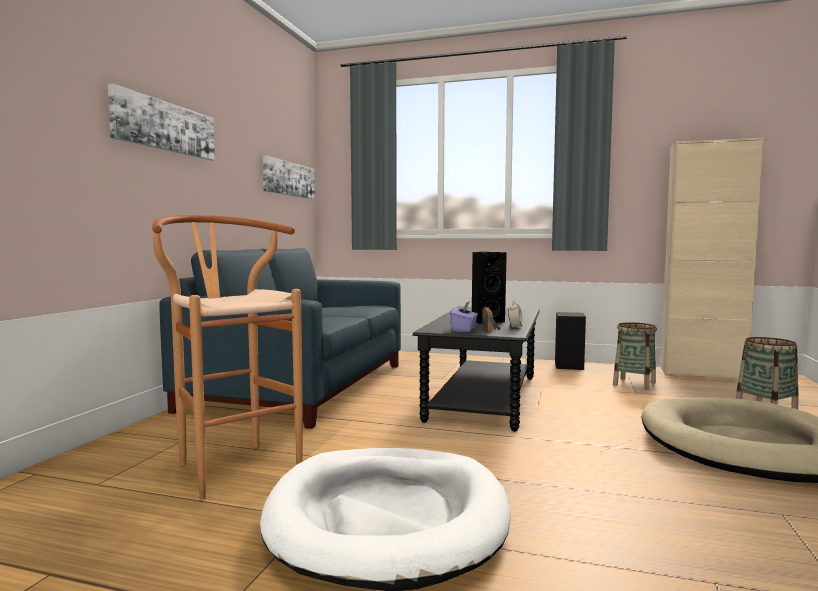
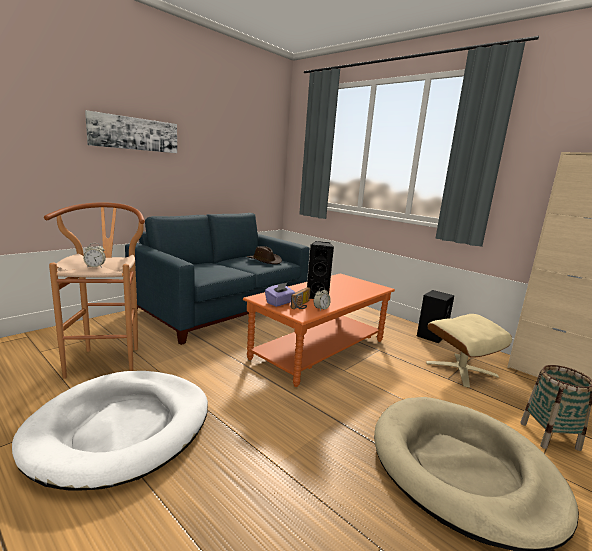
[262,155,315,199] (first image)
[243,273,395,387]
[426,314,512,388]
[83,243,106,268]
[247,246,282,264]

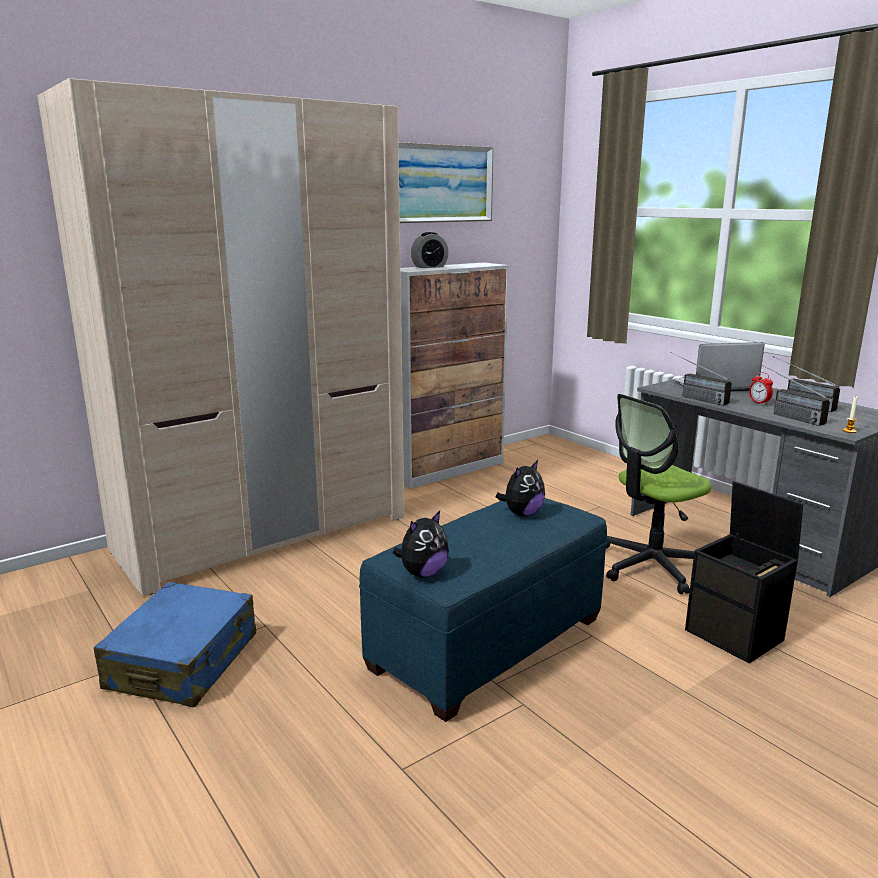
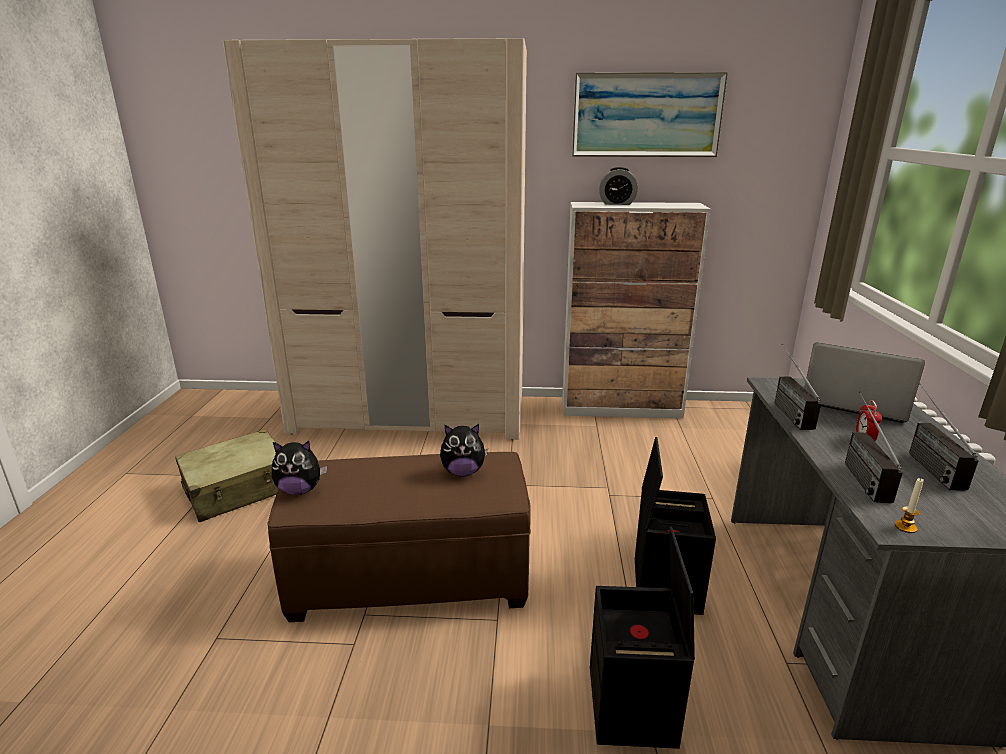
[635,437,716,615]
[267,452,531,622]
[175,429,279,522]

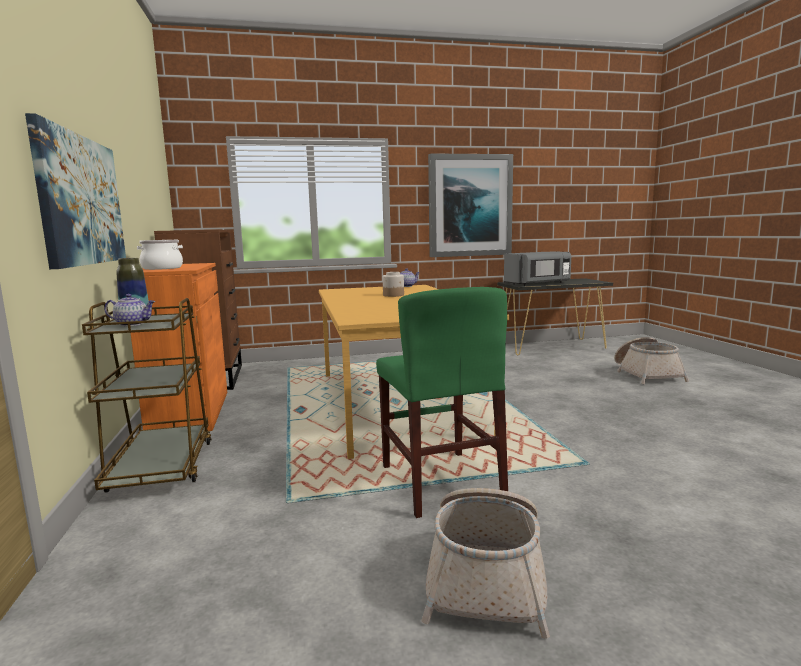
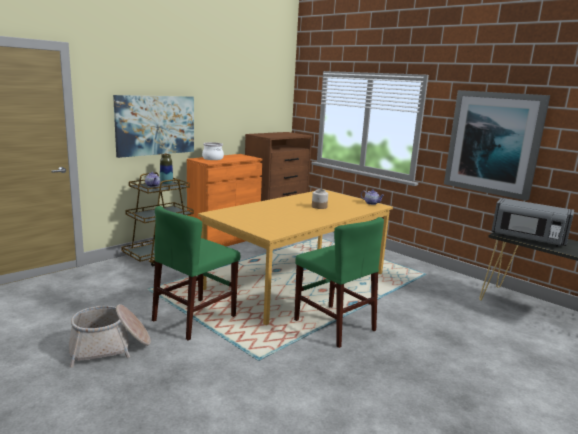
[614,337,689,384] (first image)
[294,217,384,348]

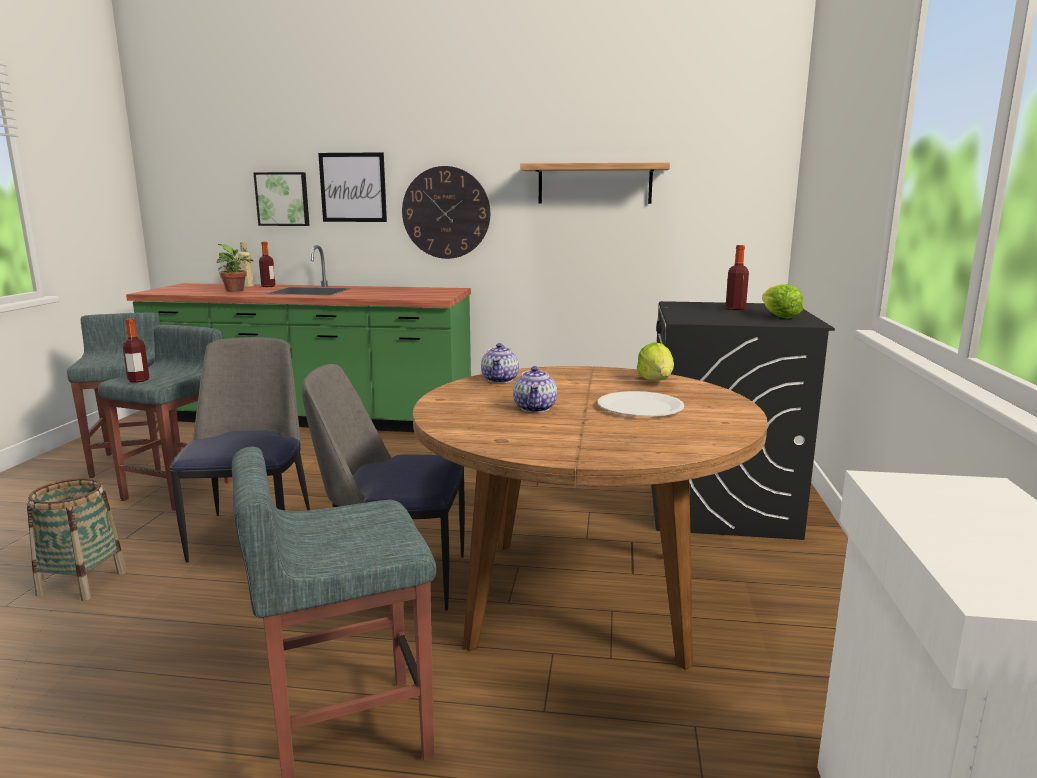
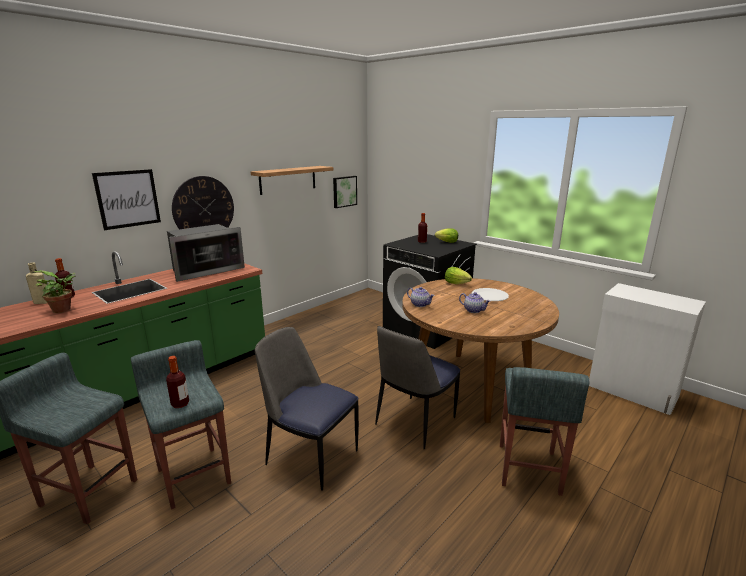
[333,176,357,208]
[27,478,126,601] (first image)
[167,224,245,282]

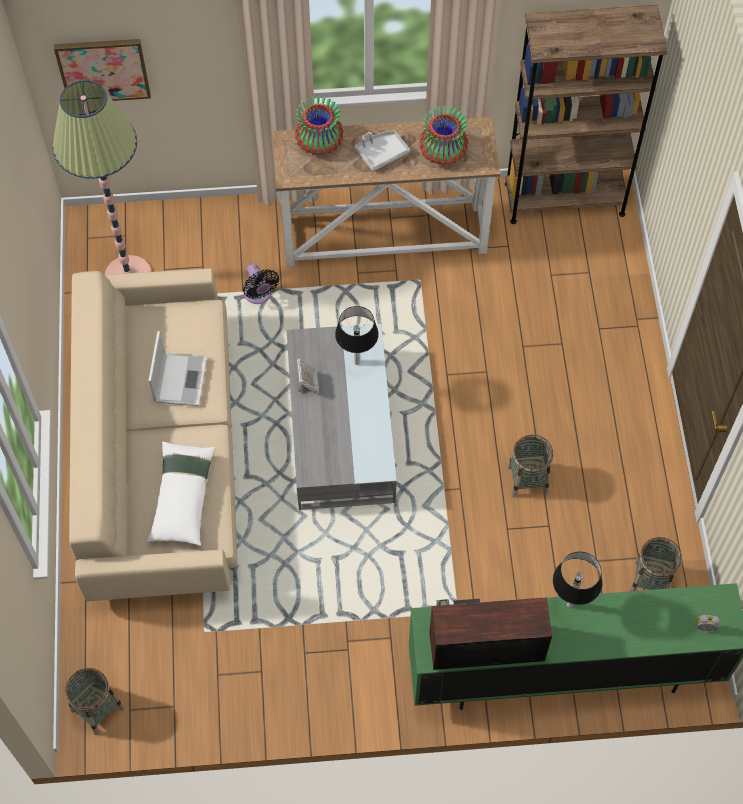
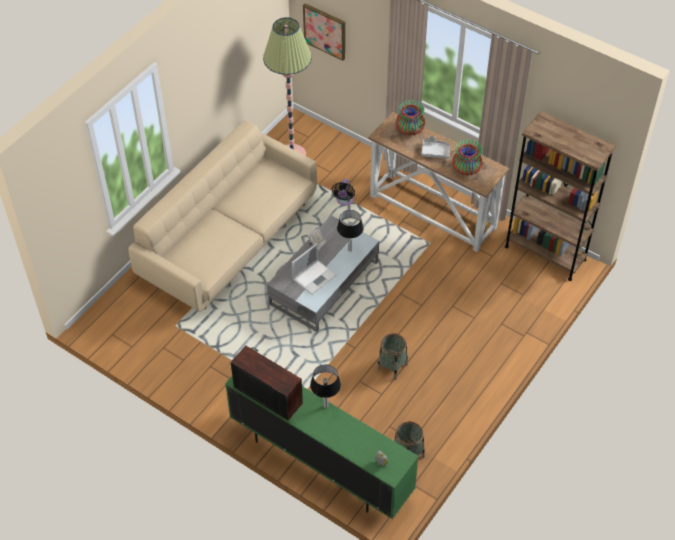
[292,243,336,295]
[146,441,216,546] (first image)
[65,668,124,735] (first image)

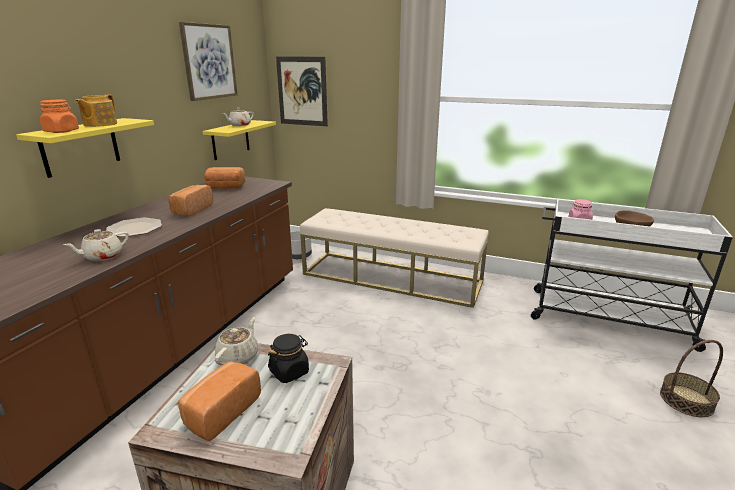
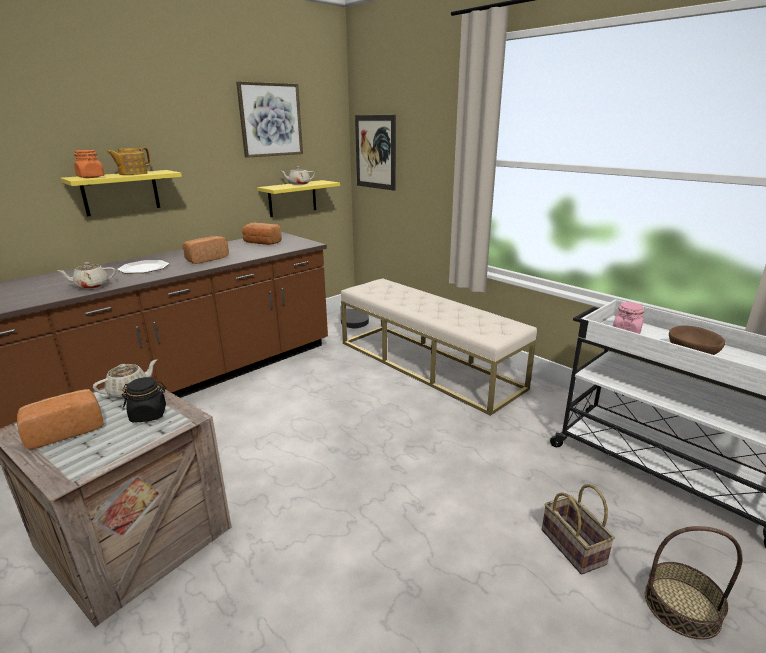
[542,484,615,575]

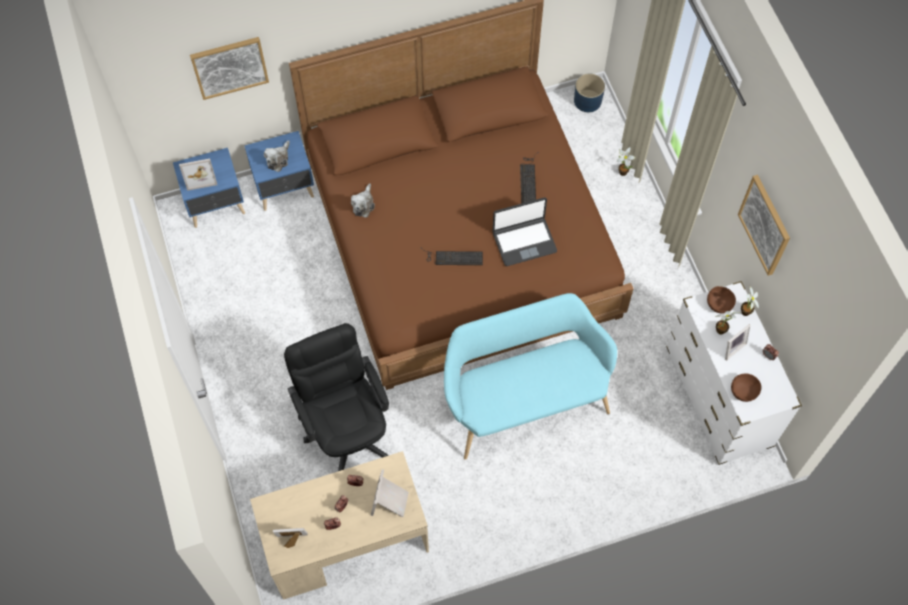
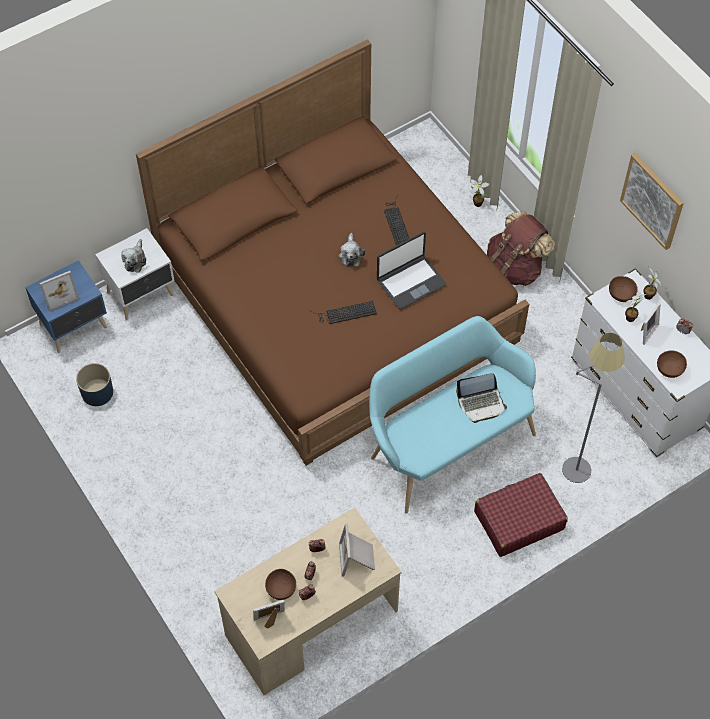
[190,37,269,100] (first image)
[76,363,113,406]
[95,228,175,320]
[338,233,365,267]
[284,323,389,471] (first image)
[487,211,555,286]
[562,333,625,483]
[456,373,507,423]
[474,473,568,557]
[265,569,296,600]

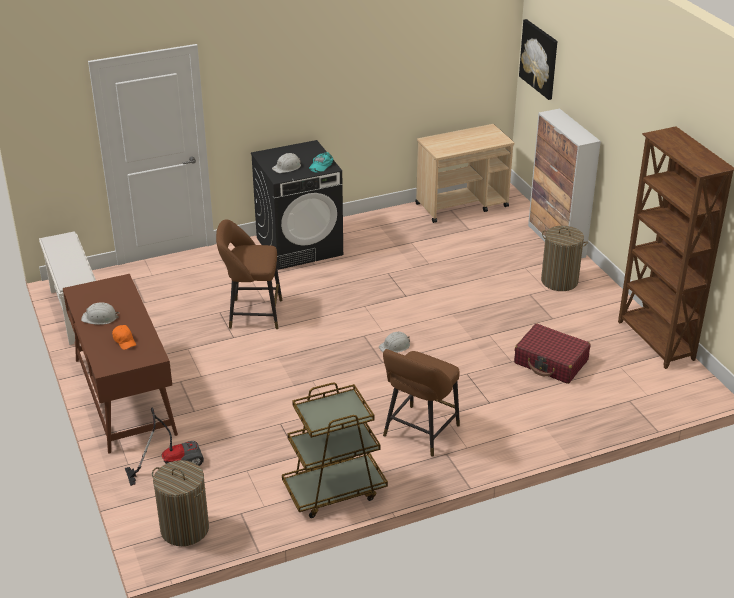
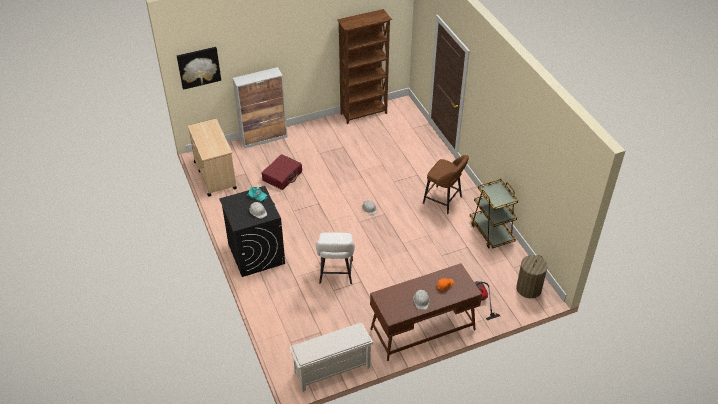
[316,232,355,284]
[541,226,588,291] (first image)
[262,154,302,190]

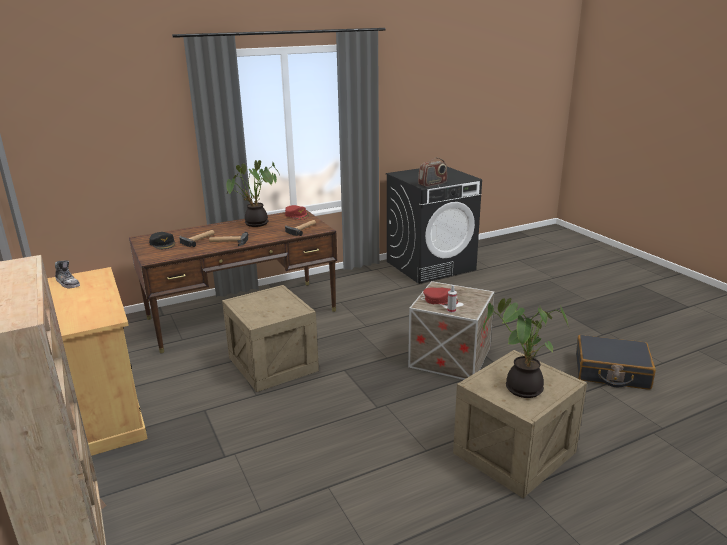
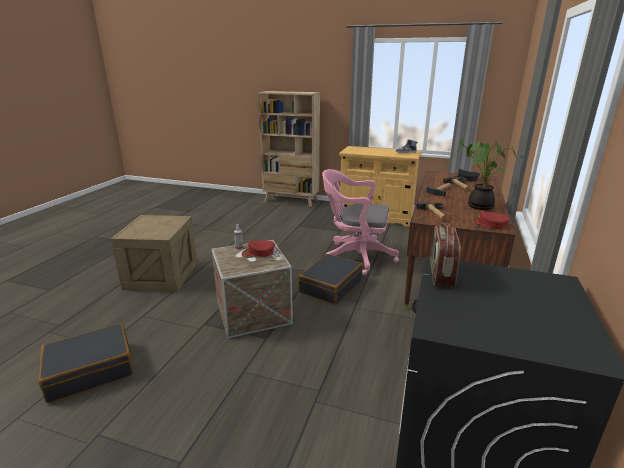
[322,169,399,275]
[483,298,568,398] (first image)
[298,254,363,305]

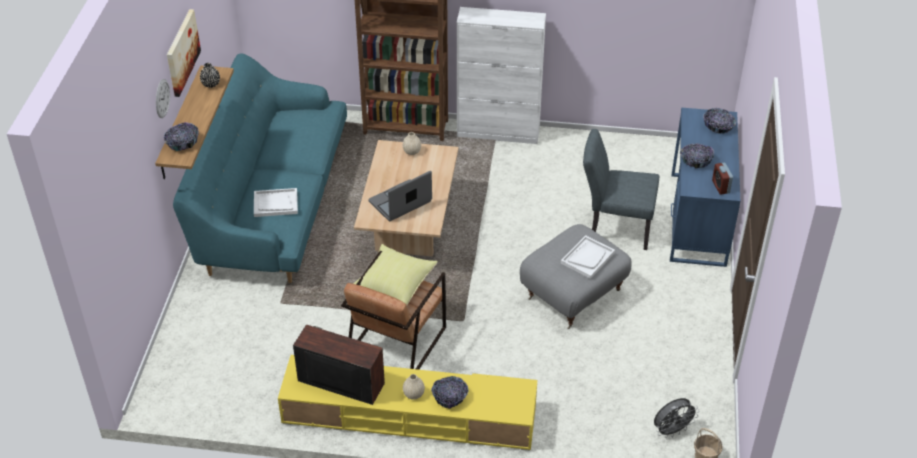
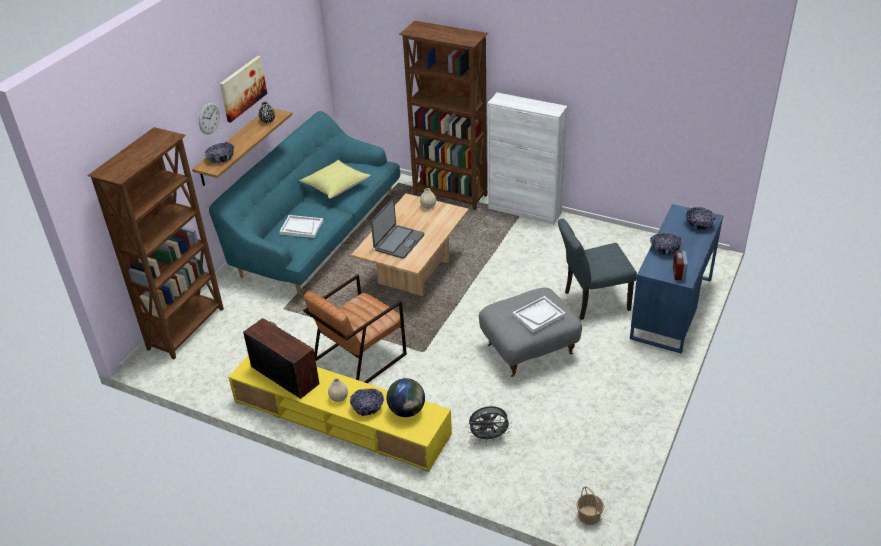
[558,218,637,320]
[371,198,425,259]
[300,160,371,199]
[468,406,512,442]
[87,127,224,359]
[387,378,425,417]

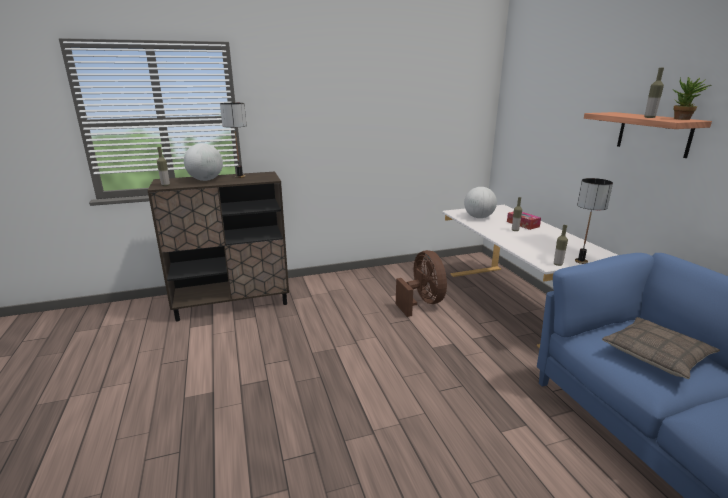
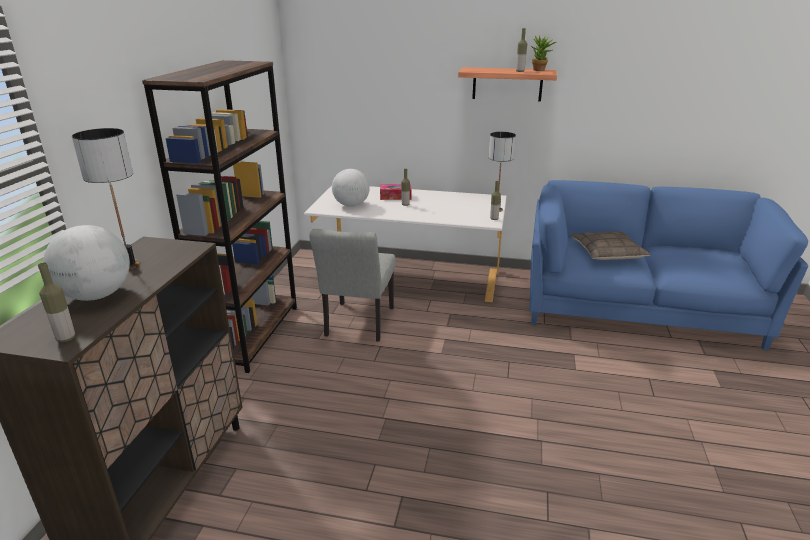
[309,229,396,342]
[142,60,297,373]

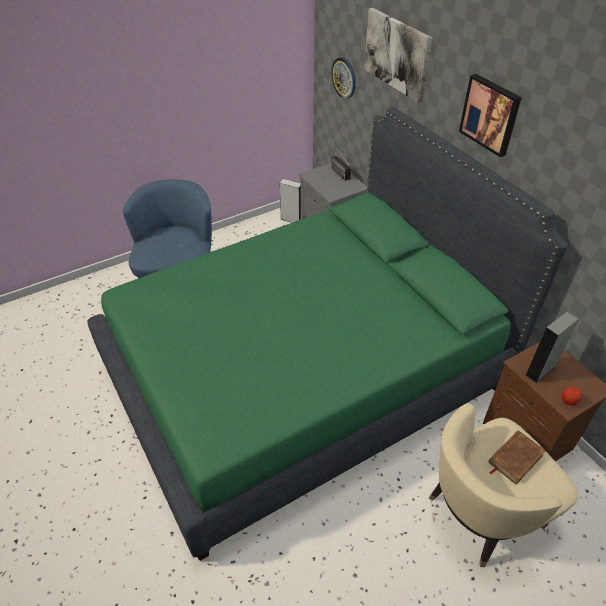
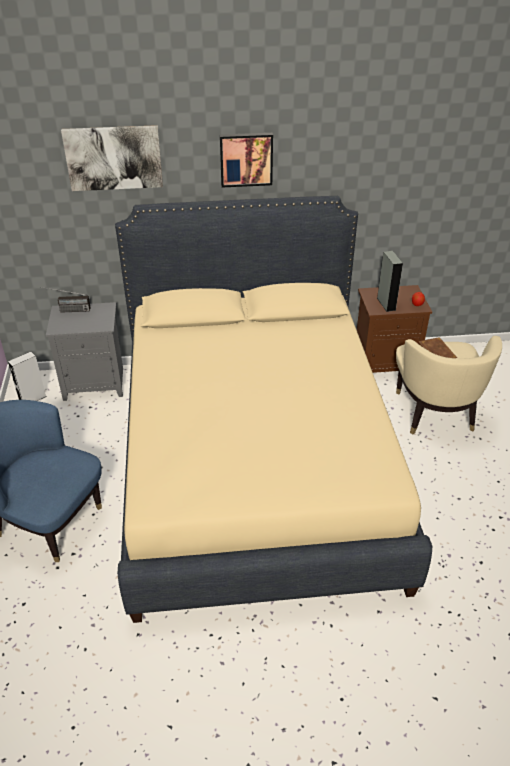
[331,57,356,99] (first image)
[115,196,432,623]

